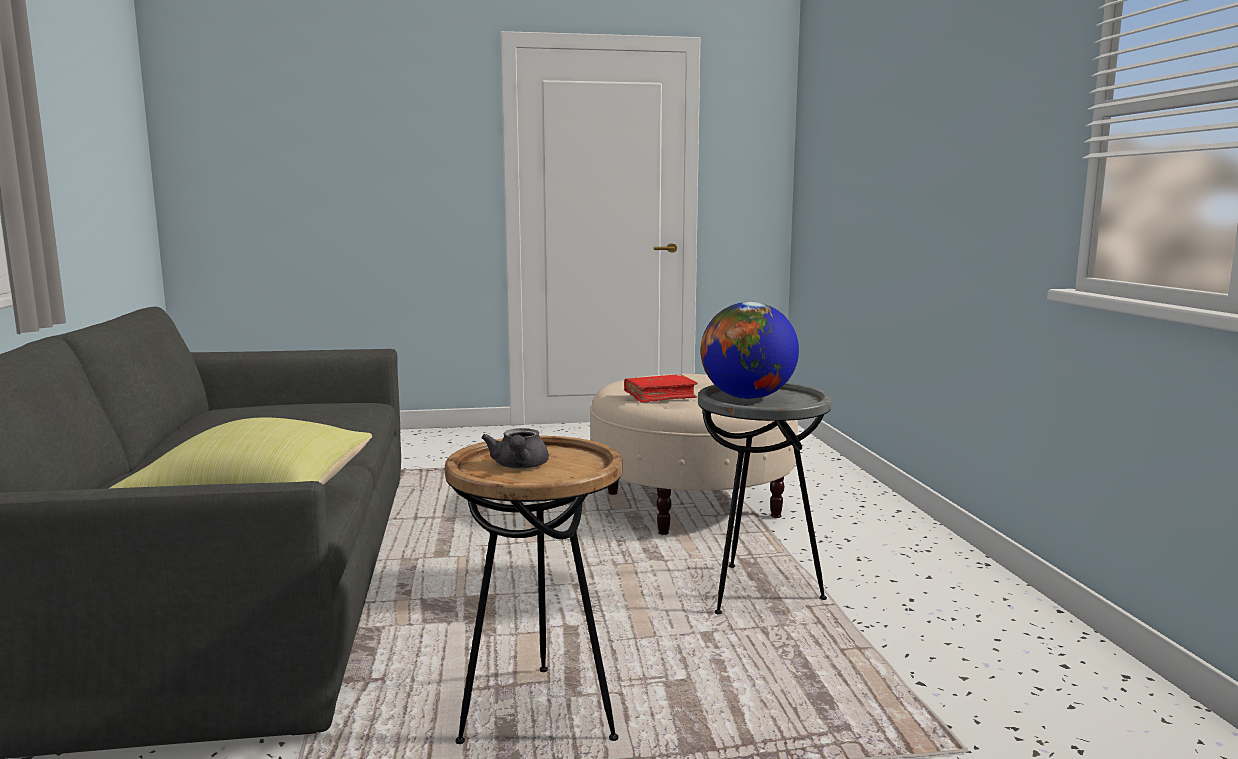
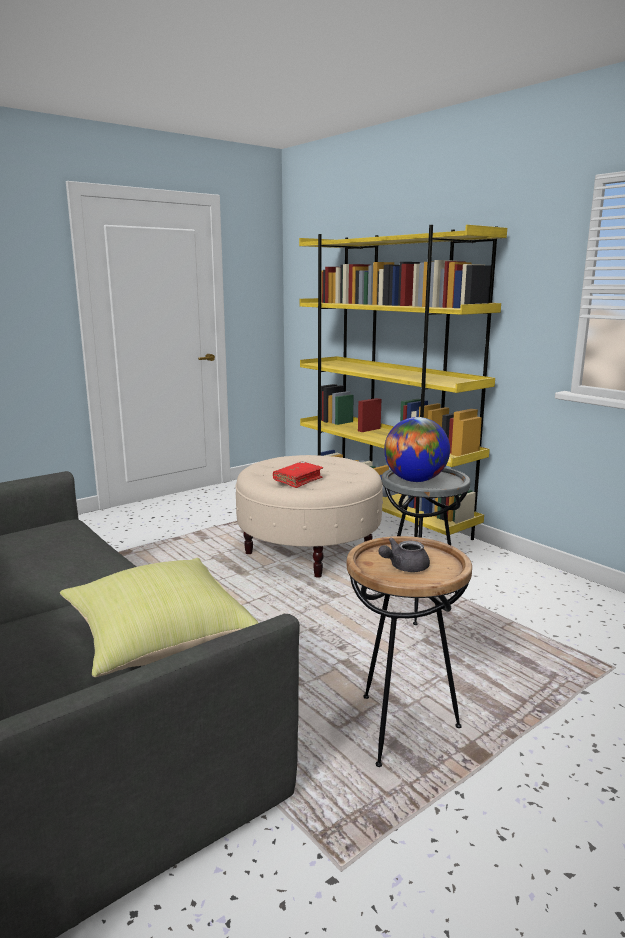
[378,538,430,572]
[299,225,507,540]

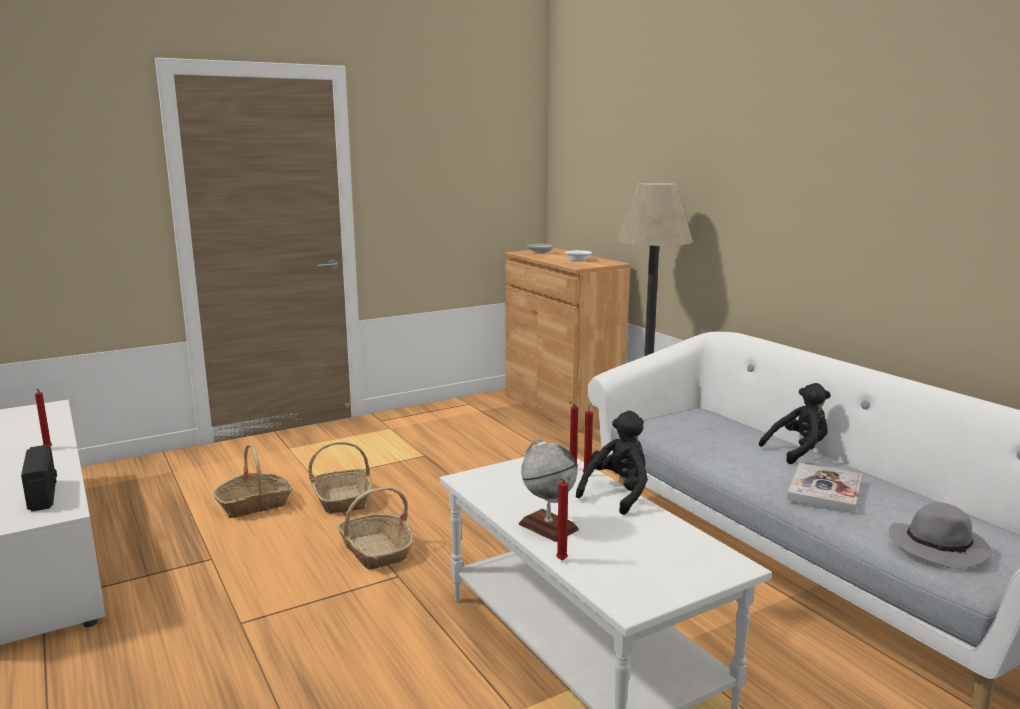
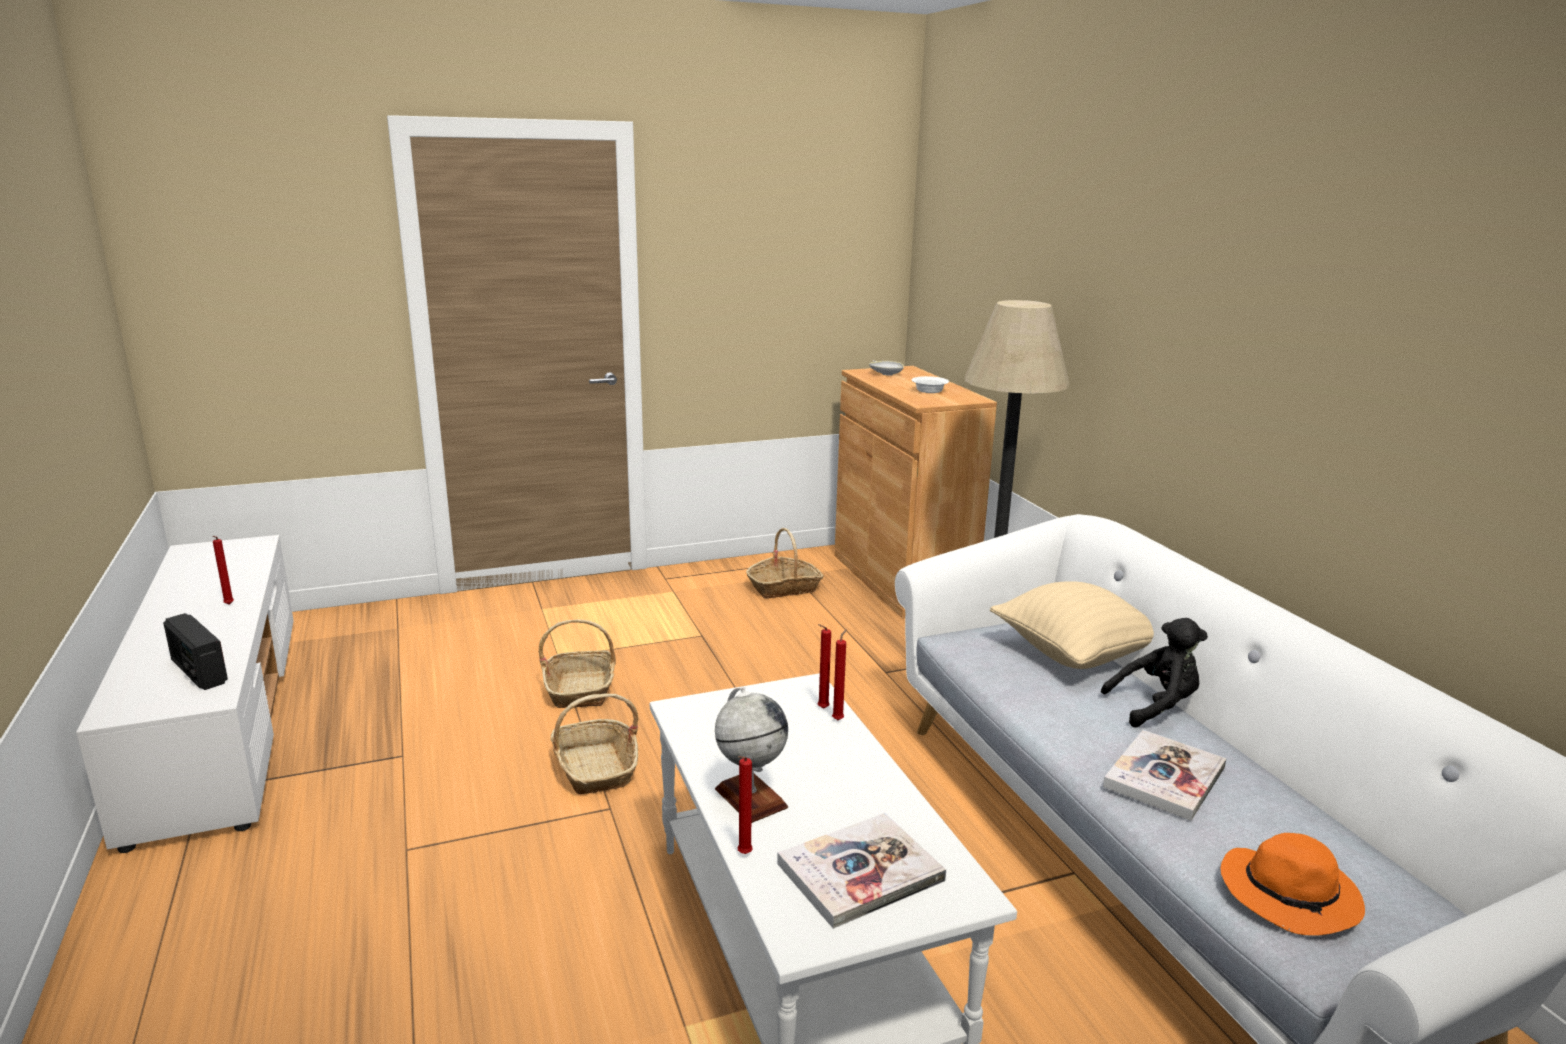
[576,411,648,515] (first image)
[746,528,824,599]
[163,613,228,690]
[1221,833,1365,935]
[990,581,1154,669]
[777,813,946,929]

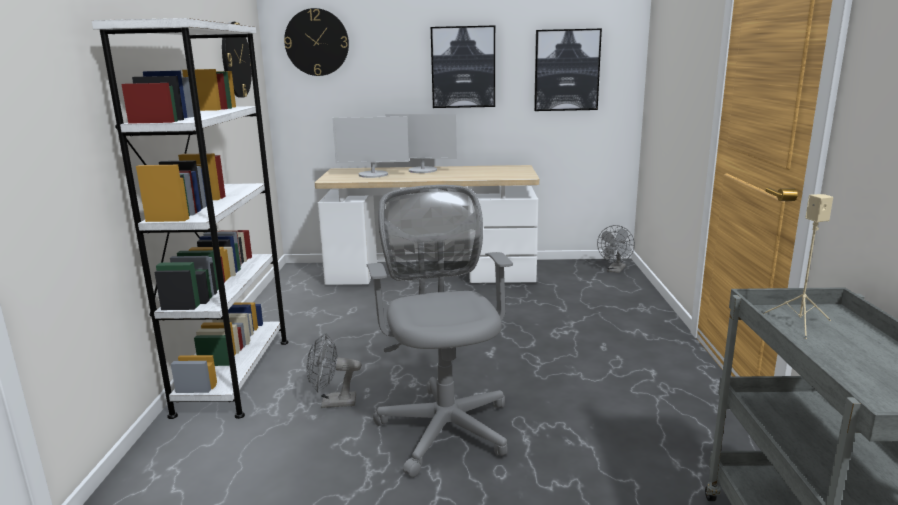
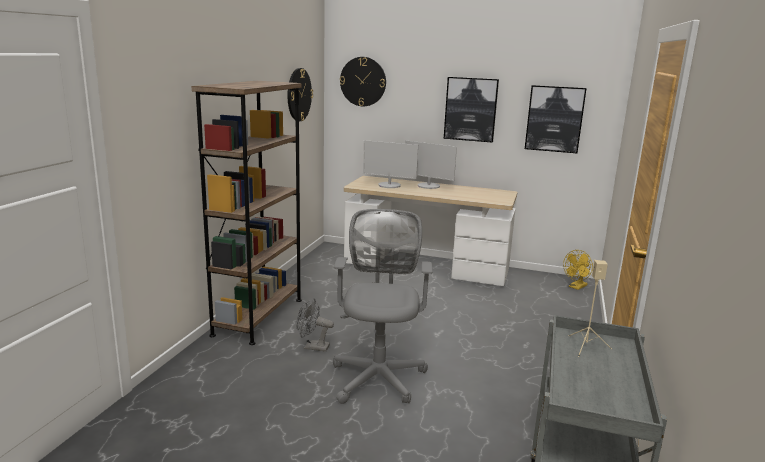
[192,81,302,345]
[563,250,593,290]

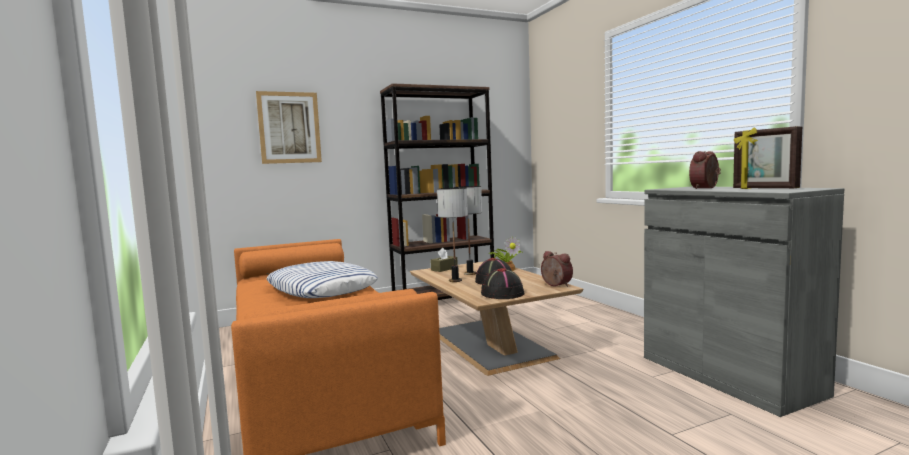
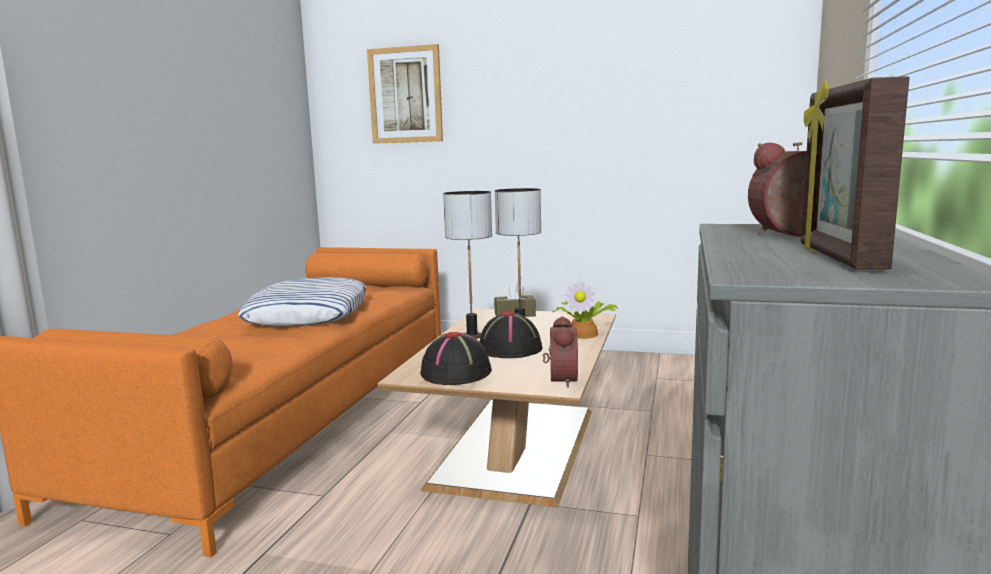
[380,83,494,300] (first image)

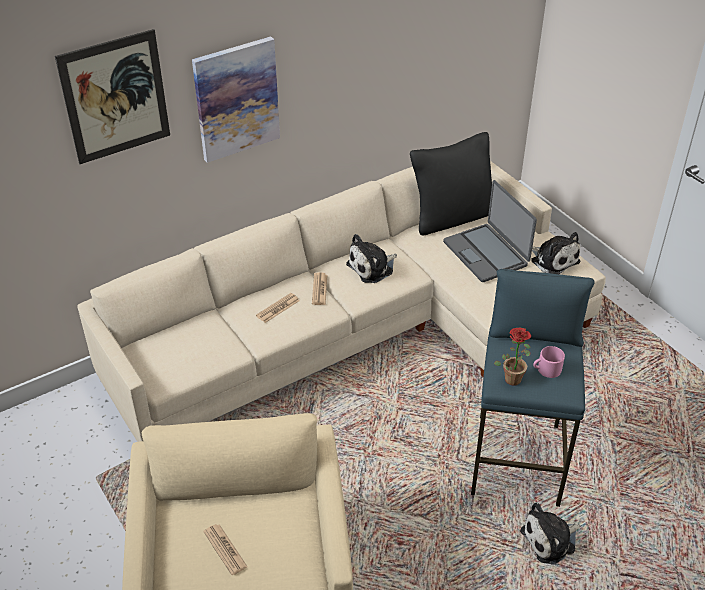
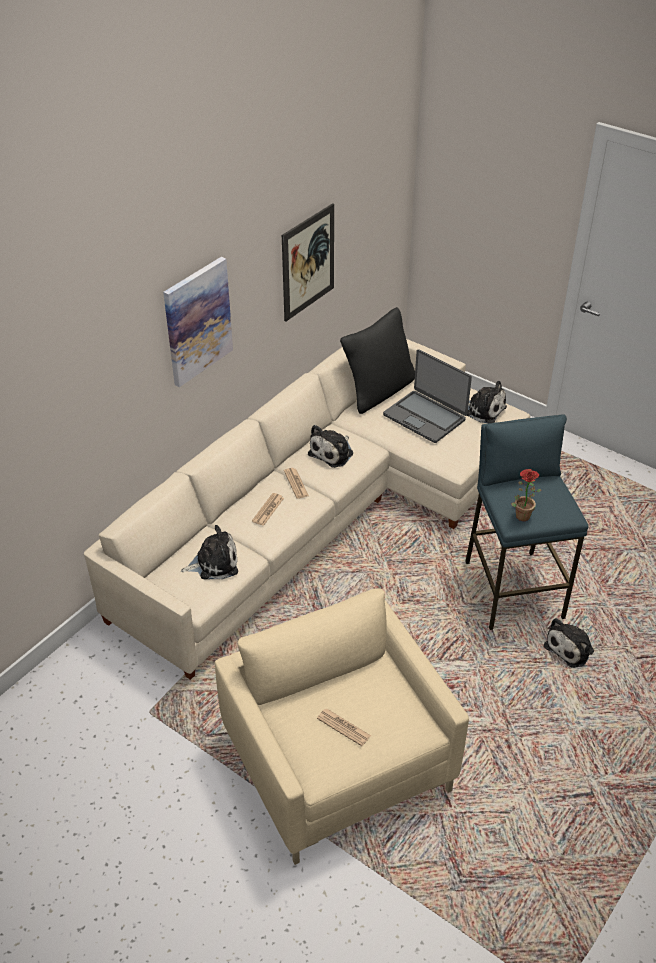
[282,203,334,322]
[533,346,565,378] (first image)
[181,525,238,579]

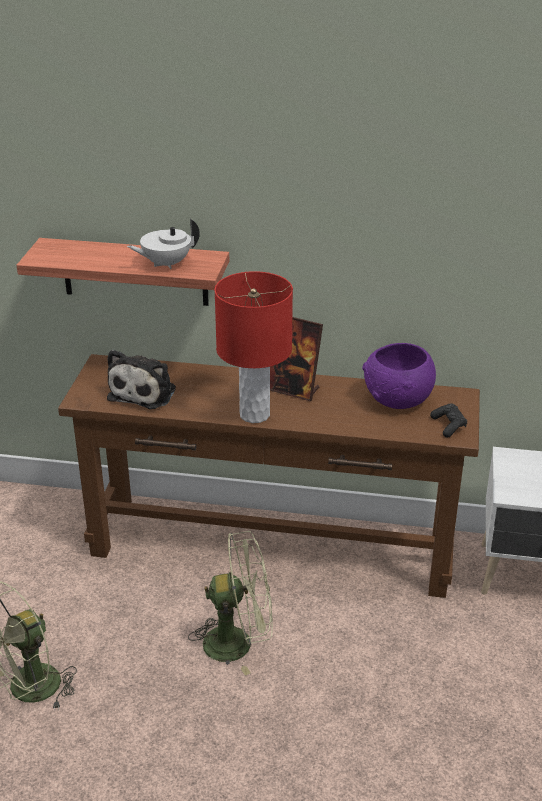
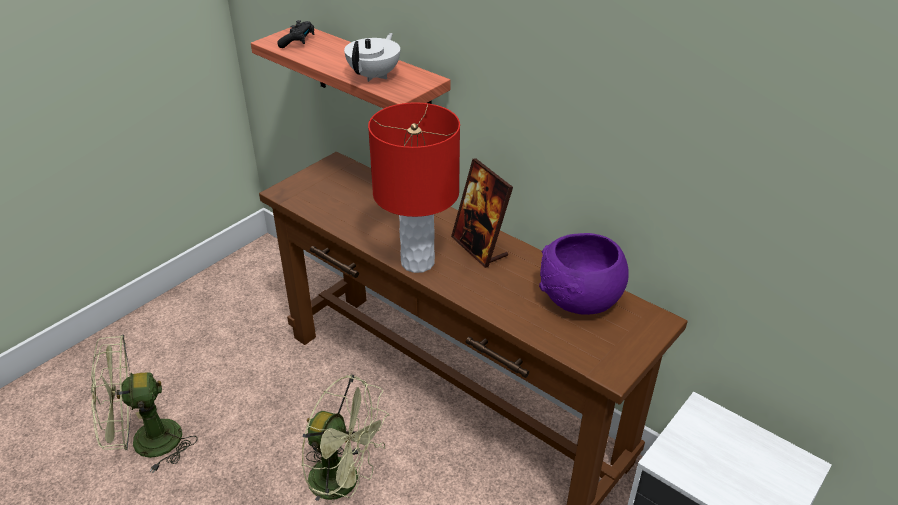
[344,33,400,82]
[107,350,176,409] (first image)
[277,20,314,48]

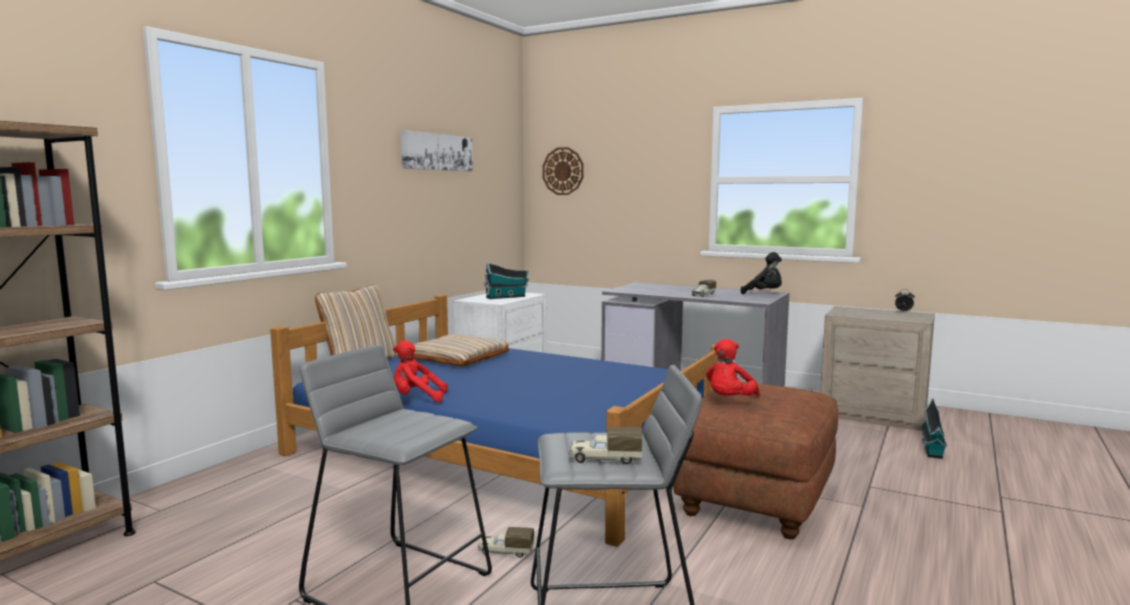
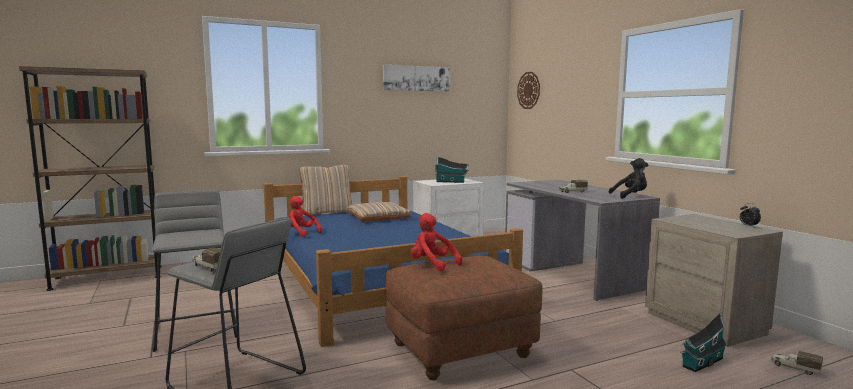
[609,158,648,199]
[411,213,462,271]
[771,351,823,375]

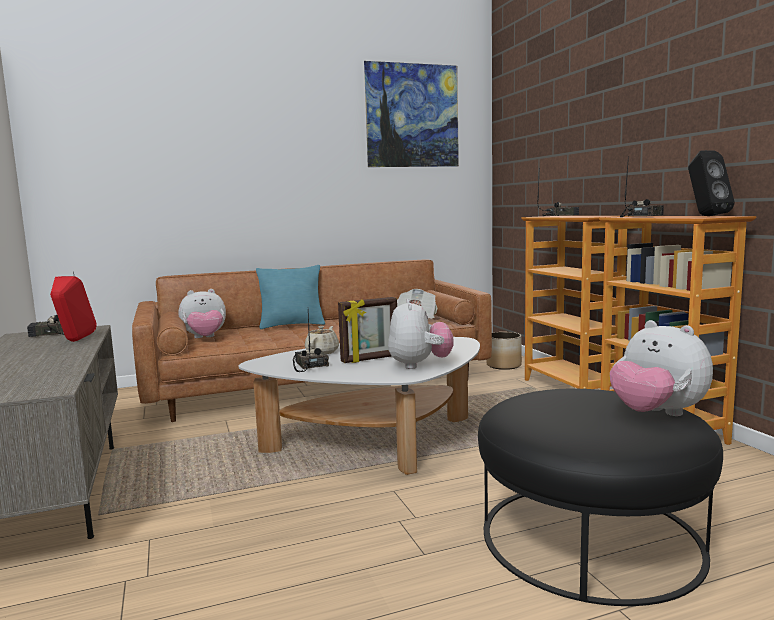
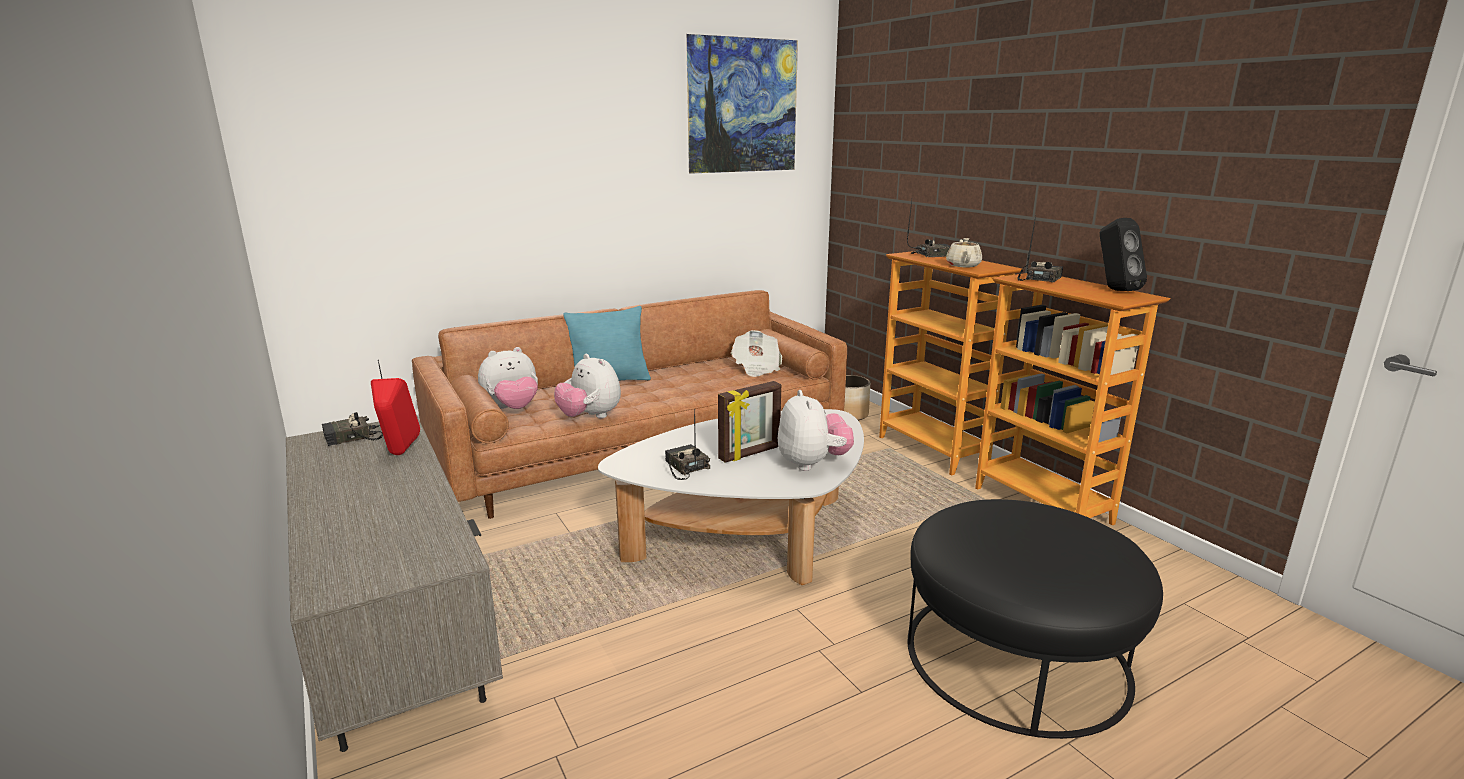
[554,354,621,418]
[946,238,982,267]

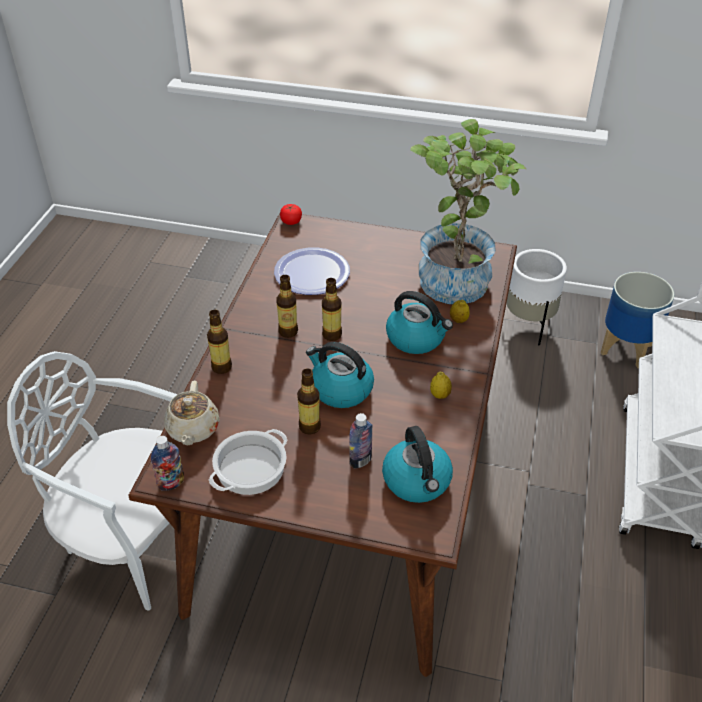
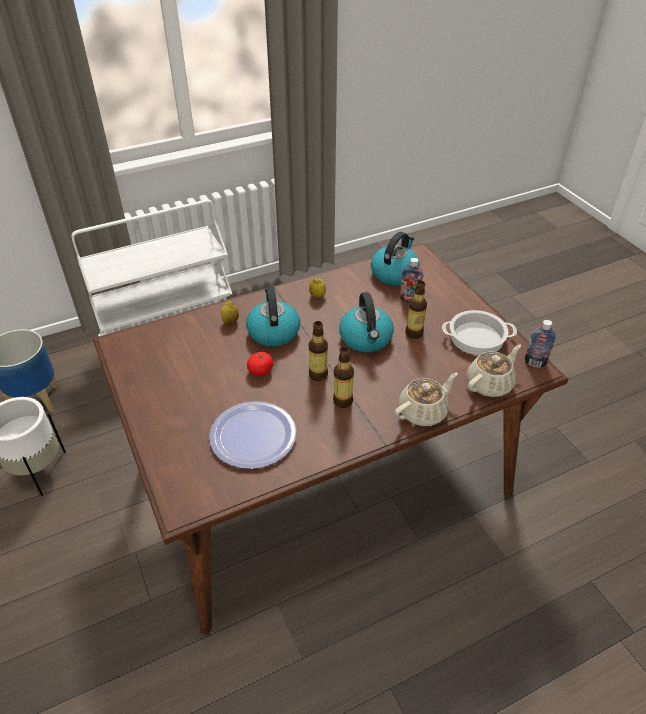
[410,119,526,304] (first image)
[247,352,273,376]
[394,373,458,426]
[7,351,178,611] (first image)

